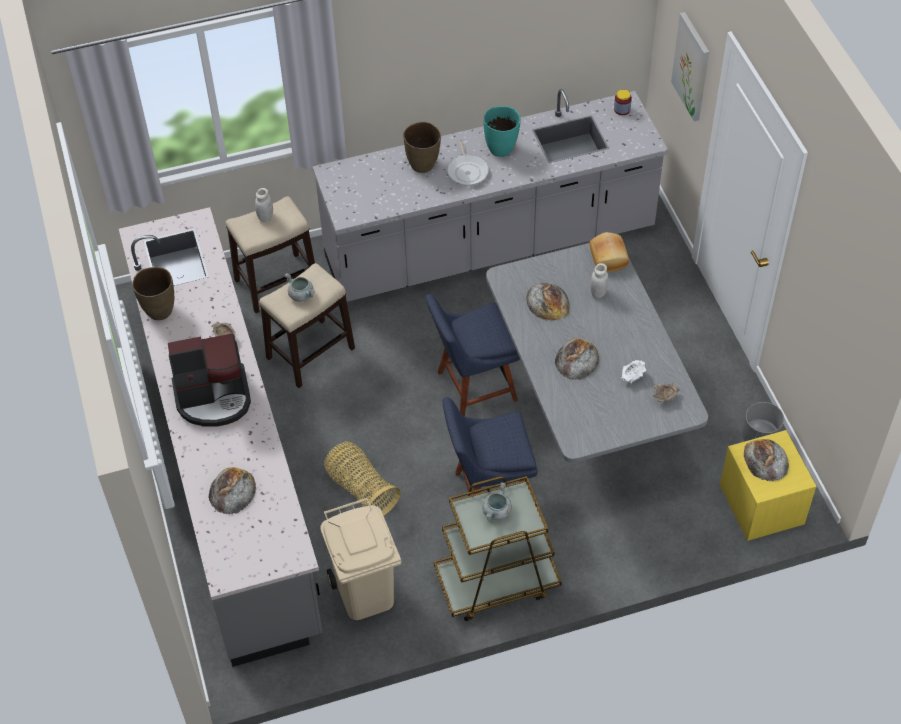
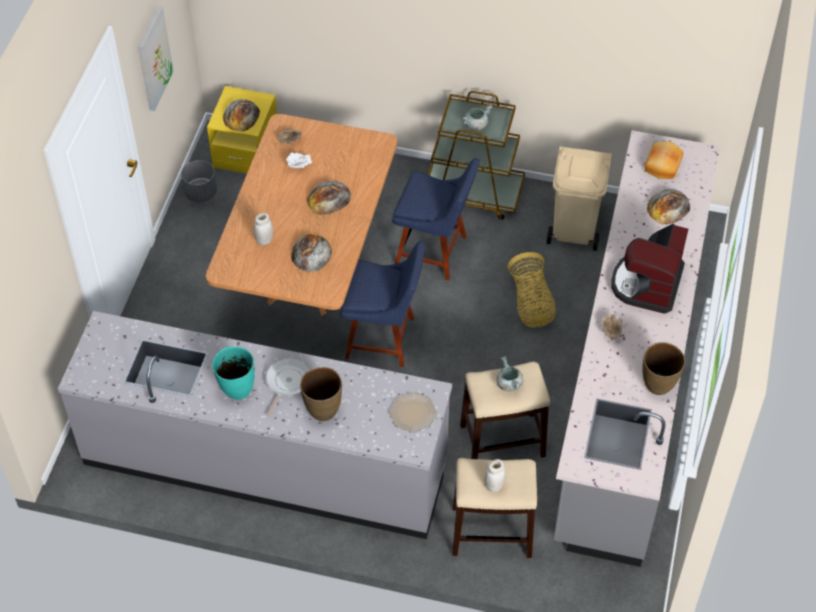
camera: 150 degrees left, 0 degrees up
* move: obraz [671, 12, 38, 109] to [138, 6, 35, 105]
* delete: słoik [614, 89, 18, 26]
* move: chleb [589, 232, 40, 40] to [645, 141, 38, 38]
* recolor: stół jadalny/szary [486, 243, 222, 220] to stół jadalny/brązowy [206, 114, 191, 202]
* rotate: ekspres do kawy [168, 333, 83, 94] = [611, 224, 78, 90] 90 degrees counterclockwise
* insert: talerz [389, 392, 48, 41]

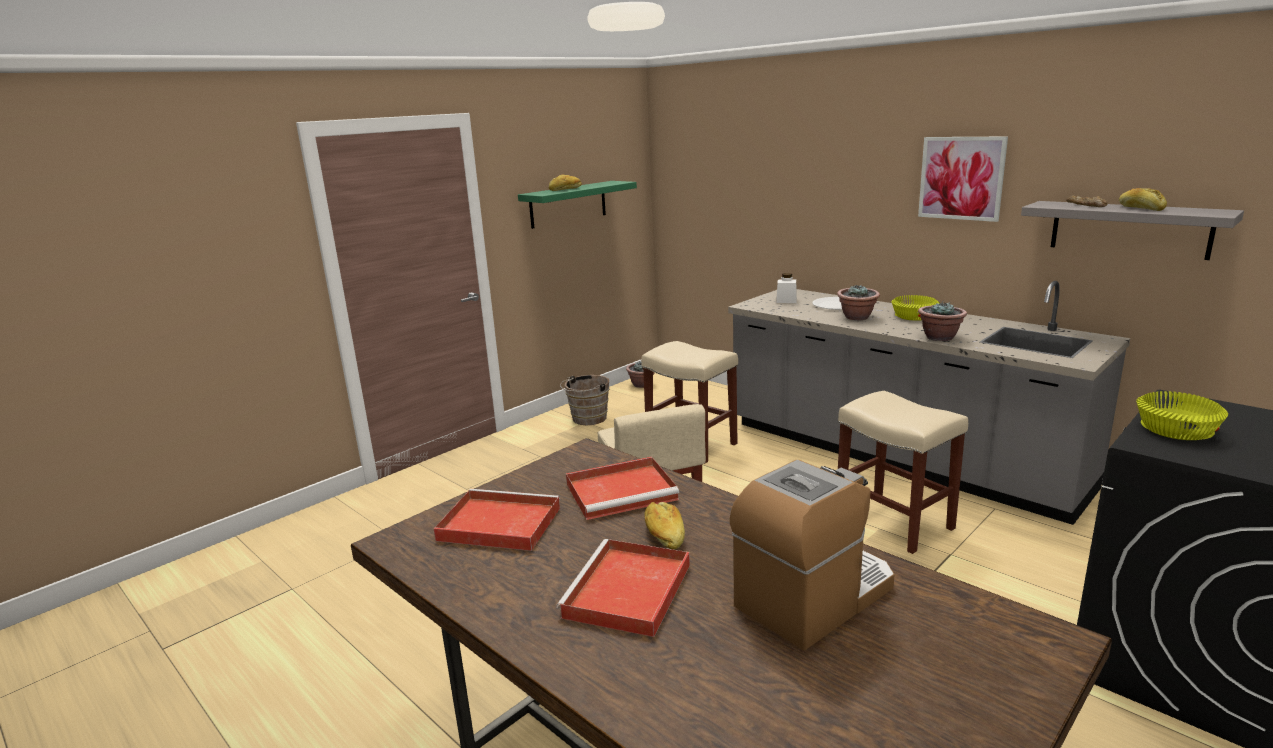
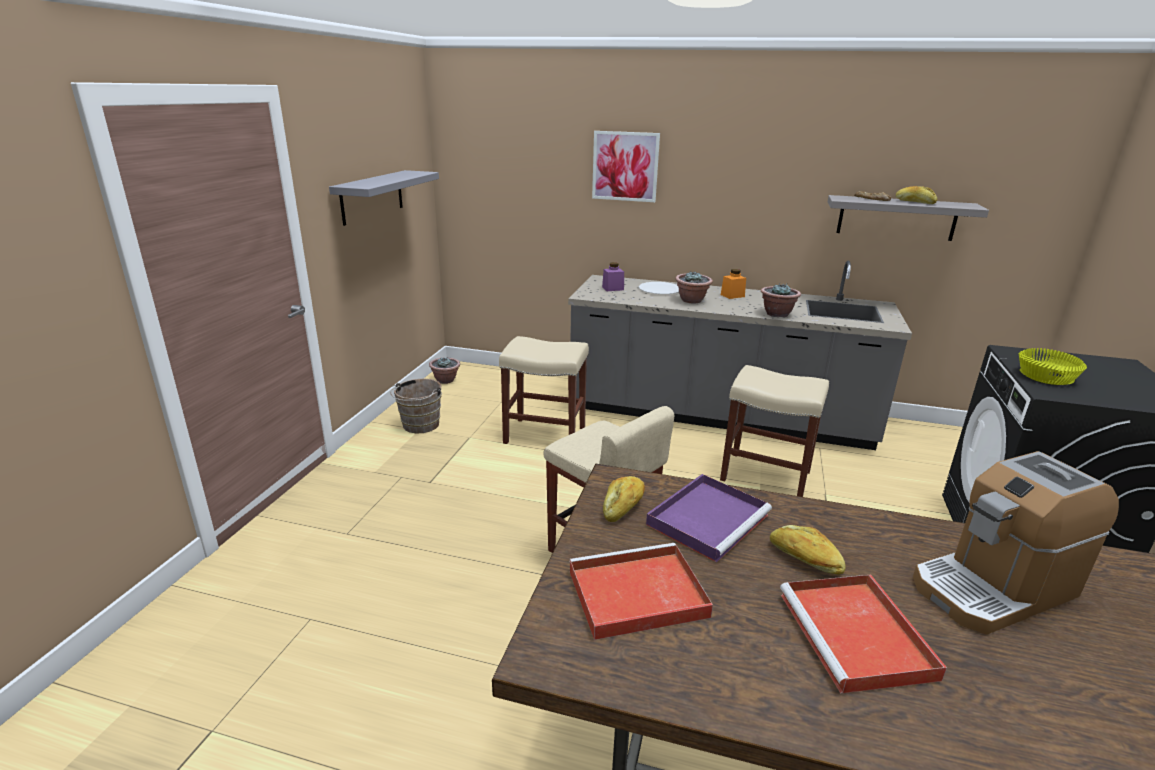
camera: 30 degrees left, 5 degrees up
* move: obraz [918, 136, 90, 86] to [592, 131, 68, 71]
* move: chleb [549, 174, 33, 17] to [603, 476, 42, 46]
* recolor: półka/zielony [518, 181, 119, 48] to półka/szary [329, 170, 110, 56]
* recolor: słoik/biały [776, 273, 21, 30] to słoik/fioletowy [602, 262, 22, 29]
* replace: miska/żółty [892, 295, 47, 26] to słoik/pomarańczowy [721, 269, 25, 30]
* recolor: taca/czerwony [566, 457, 113, 63] to taca/fioletowy [646, 474, 126, 89]
* rotate: ekspres do kawy [730, 460, 164, 190] = [913, 451, 206, 184] 135 degrees counterclockwise

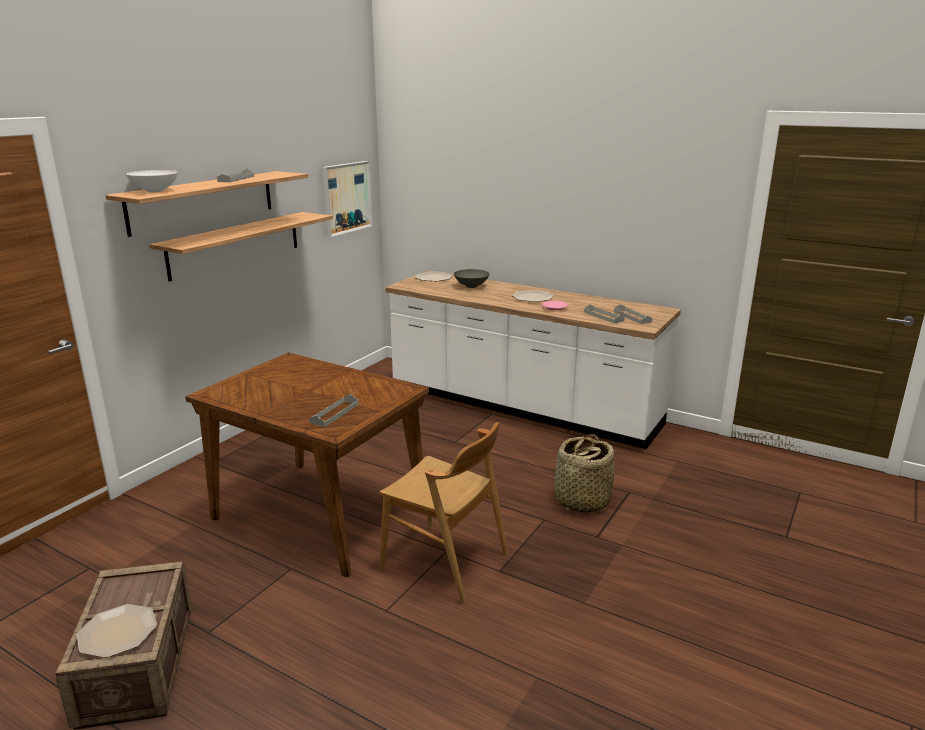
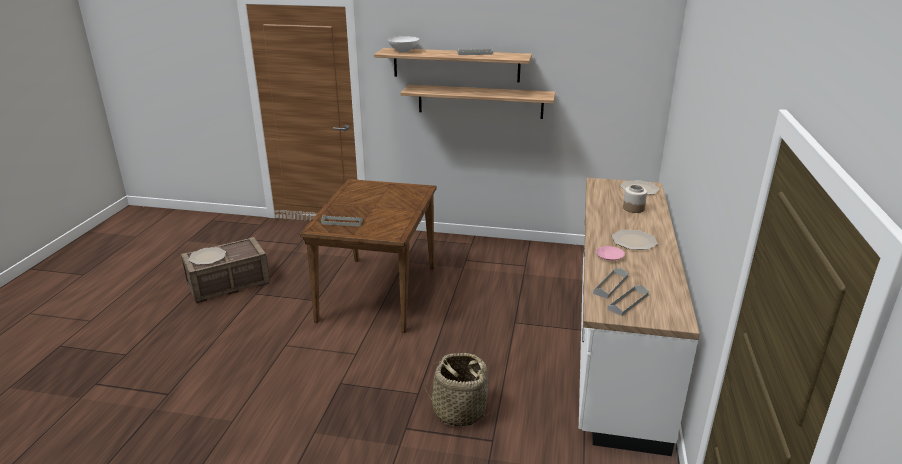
camera: 70 degrees right, 5 degrees up
* delete: obraz [322, 161, 51, 76]
* replace: miska/szary [454, 269, 35, 19] to słoik [623, 185, 24, 28]
* delete: krzesło/brązowy [379, 422, 129, 181]

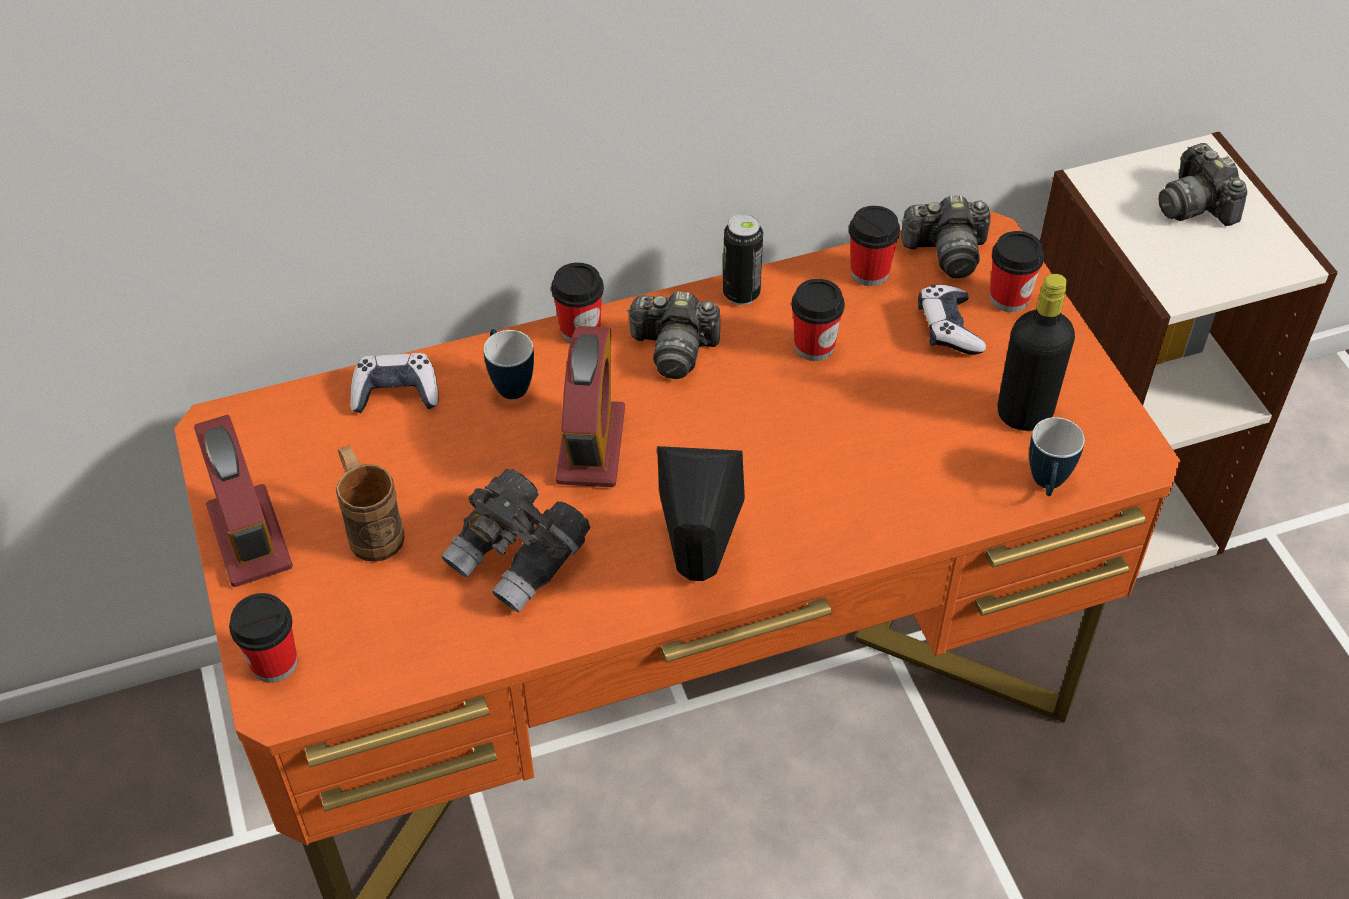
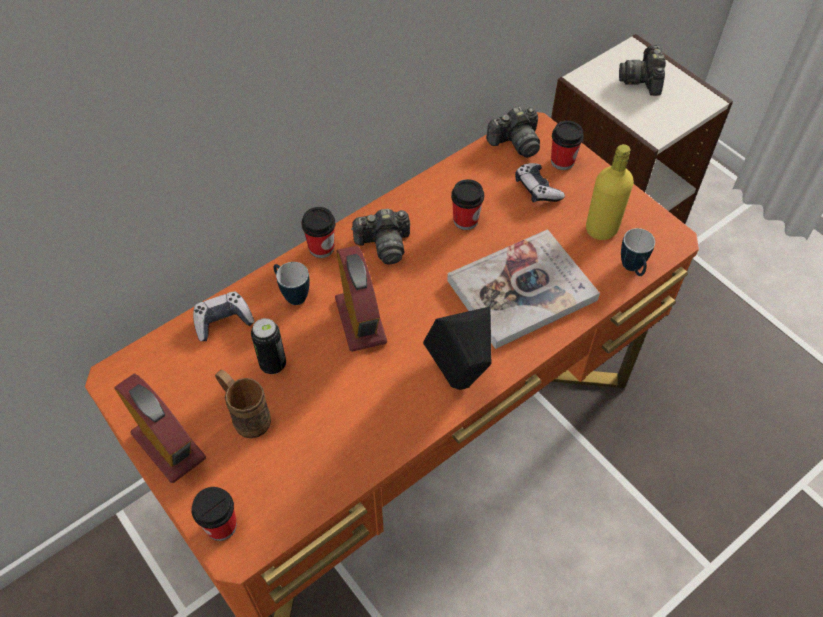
camera: 20 degrees left, 5 degrees up
* rotate: aparat fotograficzny [1158, 143, 89, 83] = [619, 45, 47, 51] 45 degrees clockwise
* delete: filiżanka [849, 206, 51, 80]
* move: puszka [723, 214, 40, 91] to [251, 318, 35, 56]
* recolor: butelka/czarny [998, 274, 77, 157] to butelka/żółty [586, 144, 48, 96]
* delete: lornetka/szary [441, 469, 149, 143]
* insert: książka [447, 229, 153, 120]

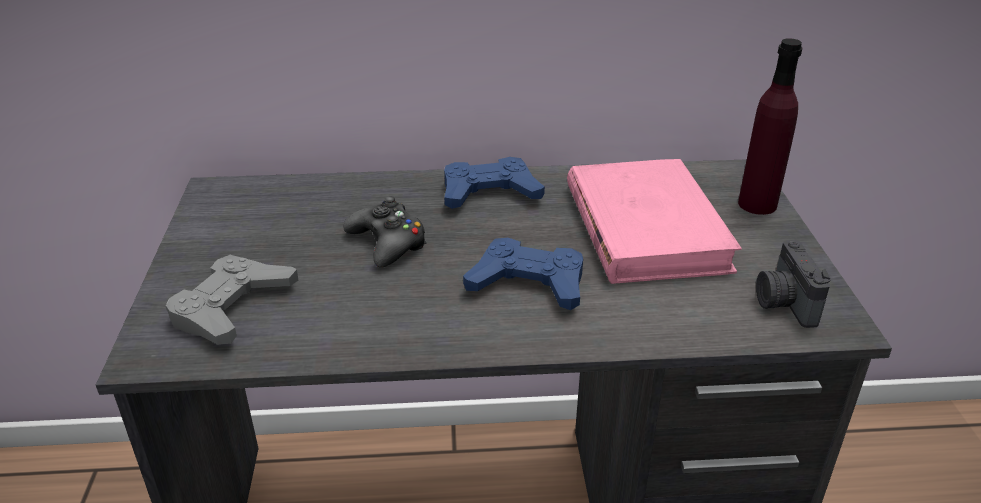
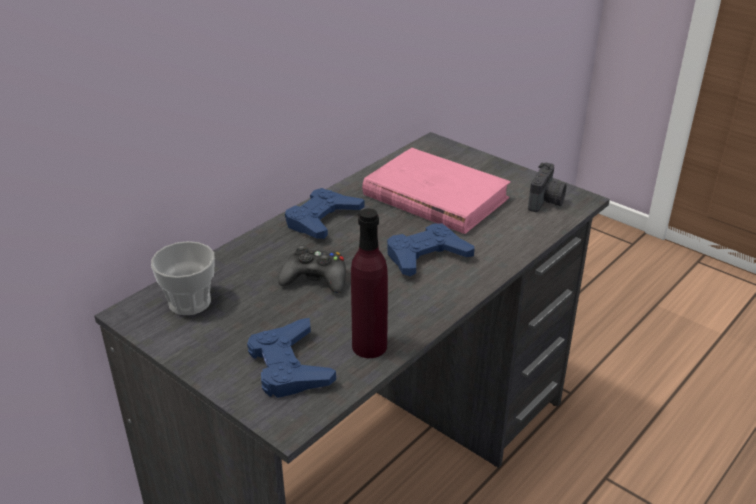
camera: 45 degrees left, 0 degrees up
* move: butelka/fioletowy [738, 38, 64, 177] to [351, 208, 37, 150]
* rotate: aparat fotograficzny [756, 240, 74, 88] = [528, 163, 39, 49] 105 degrees counterclockwise
* recolor: pad do gier/szary [166, 255, 133, 90] to pad do gier/niebieski [247, 318, 89, 80]
* insert: filiżanka [151, 241, 64, 74]

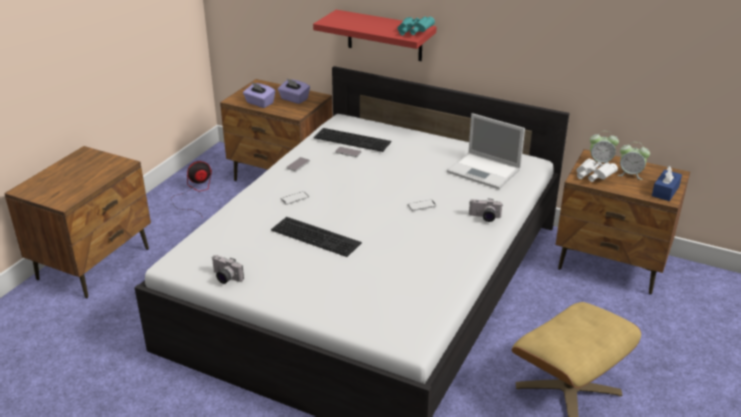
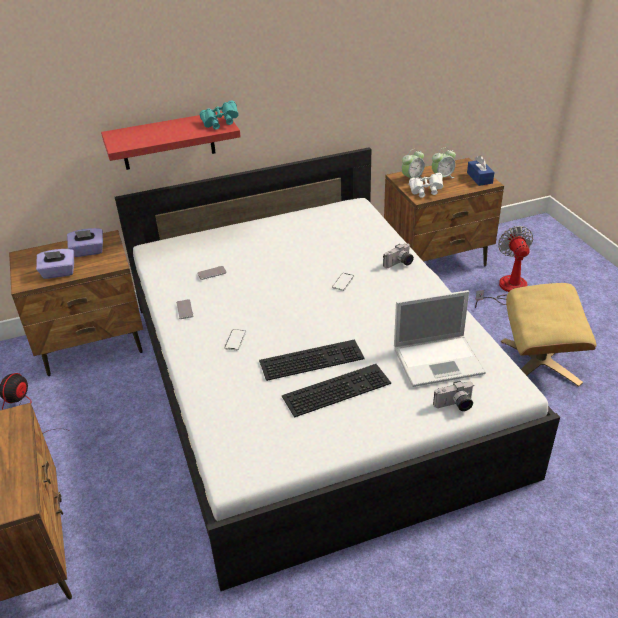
camera: 45 degrees left, 5 degrees up
* move: laptop [447, 113, 78, 76] to [394, 290, 92, 97]
* move: klawiatura [314, 128, 77, 24] to [282, 364, 109, 54]
* move: aparat fotograficzny [212, 255, 32, 29] to [433, 381, 40, 30]
* insert: wentylator [475, 226, 58, 82]

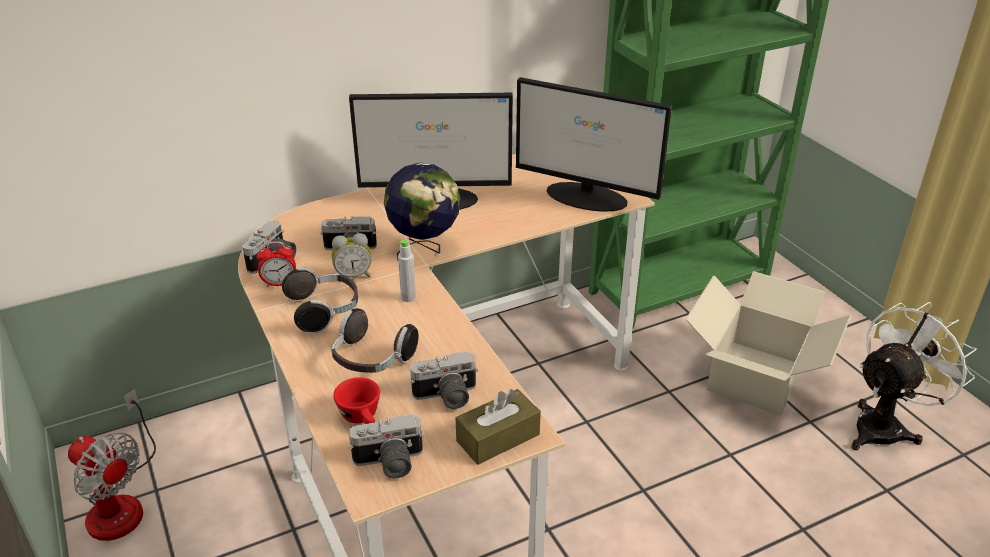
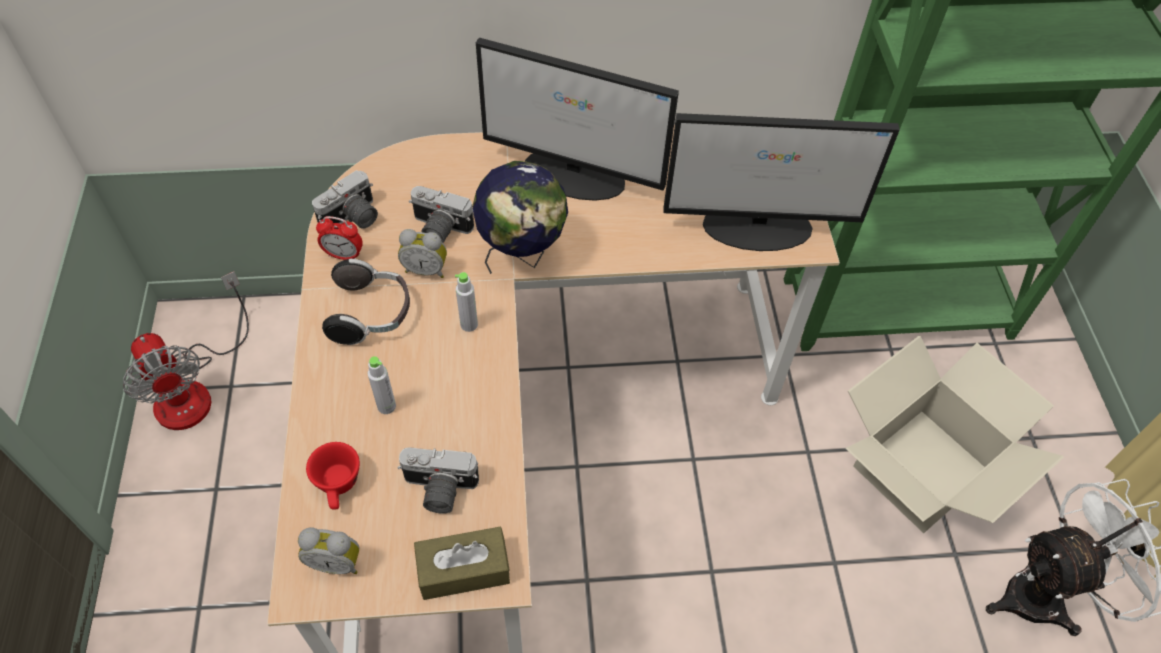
camera: 20 degrees right, 20 degrees up
* rotate: monitor [516, 77, 156, 135] = [664, 113, 236, 138] 45 degrees counterclockwise
* replace: słuchawki [331, 308, 88, 65] to butelka/szary [368, 356, 28, 58]
* replace: aparat fotograficzny [349, 414, 75, 65] to budzik [298, 527, 61, 47]

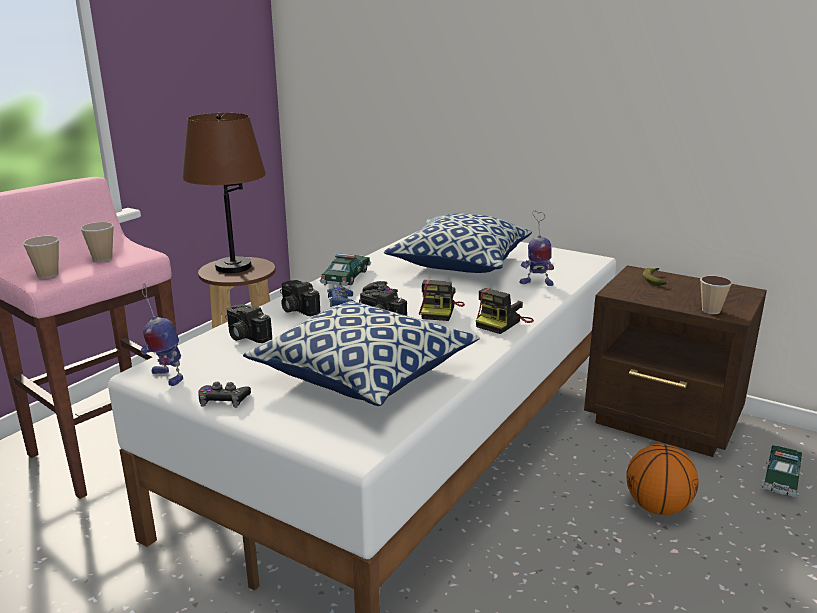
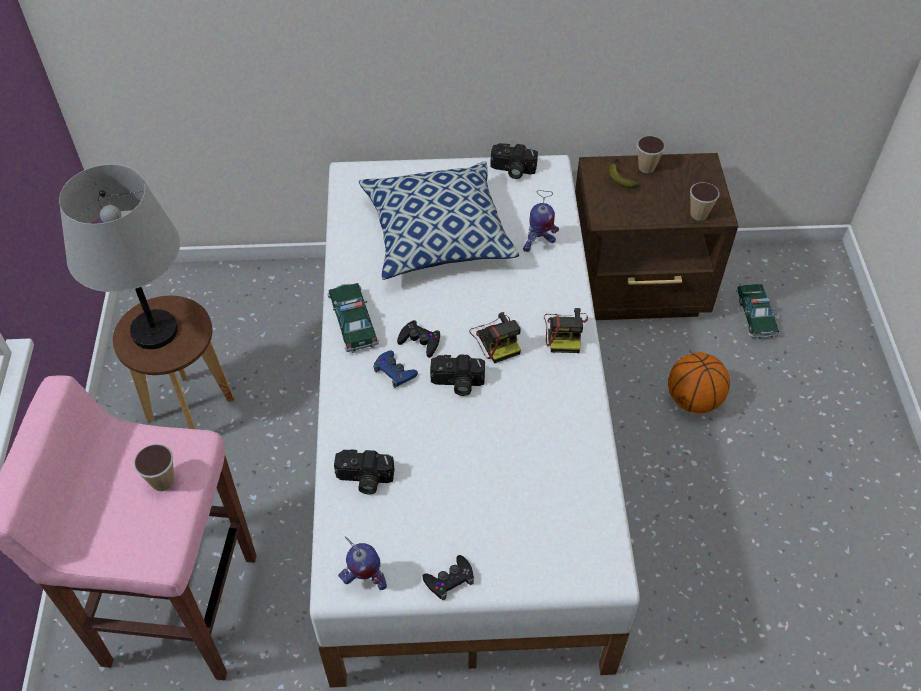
camera: 35 degrees left, 30 degrees up
* recolor: lampa stołowa/brązowy [182, 113, 84, 160] to lampa stołowa/szary [59, 164, 121, 185]
* move: filiżanka [23, 236, 36, 42] to [637, 136, 28, 37]
* move: aparat fotograficzny [280, 280, 40, 36] to [490, 143, 48, 36]
* delete: poduszka [243, 301, 237, 105]

